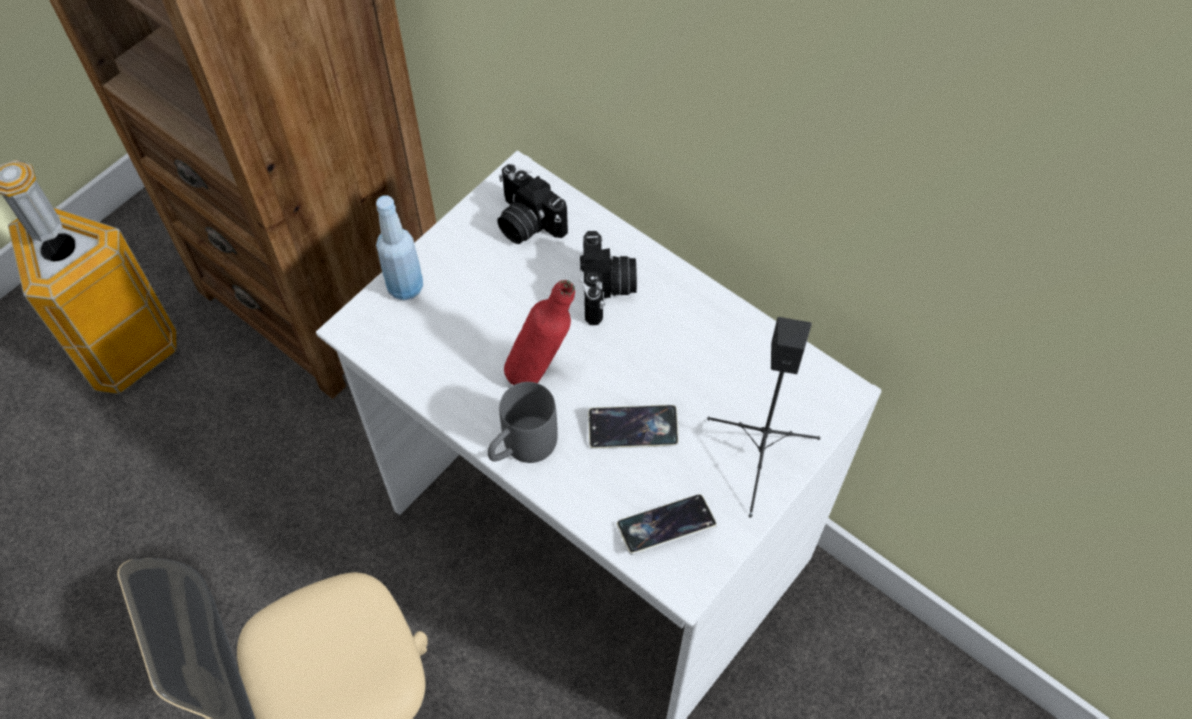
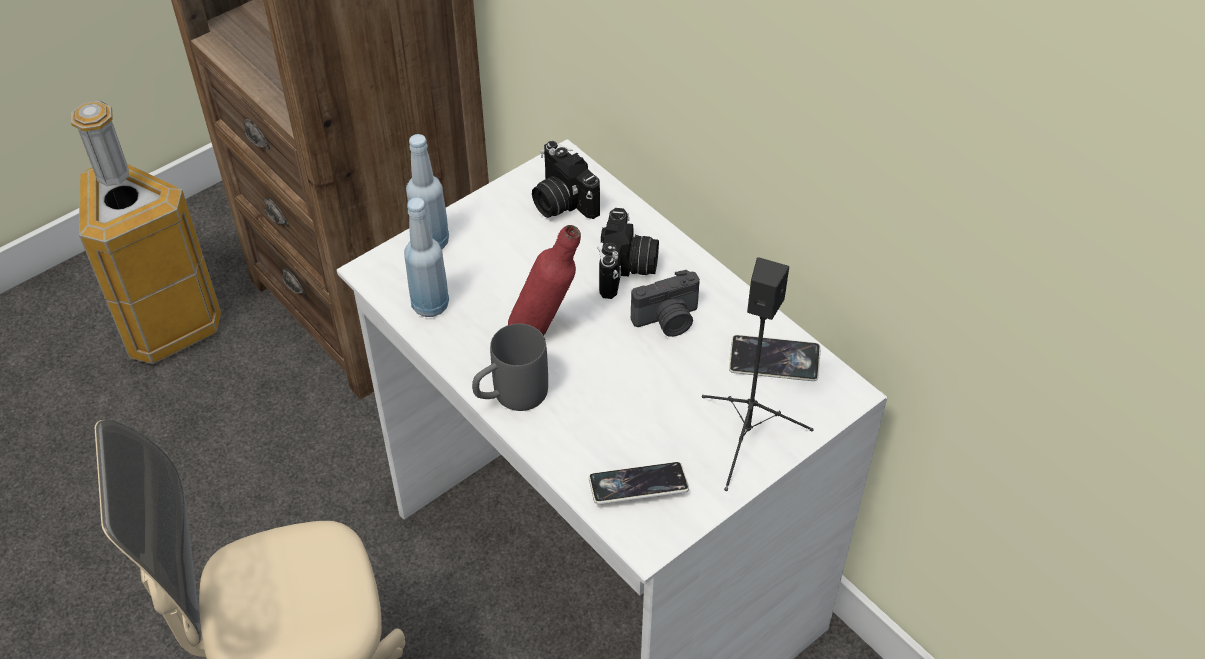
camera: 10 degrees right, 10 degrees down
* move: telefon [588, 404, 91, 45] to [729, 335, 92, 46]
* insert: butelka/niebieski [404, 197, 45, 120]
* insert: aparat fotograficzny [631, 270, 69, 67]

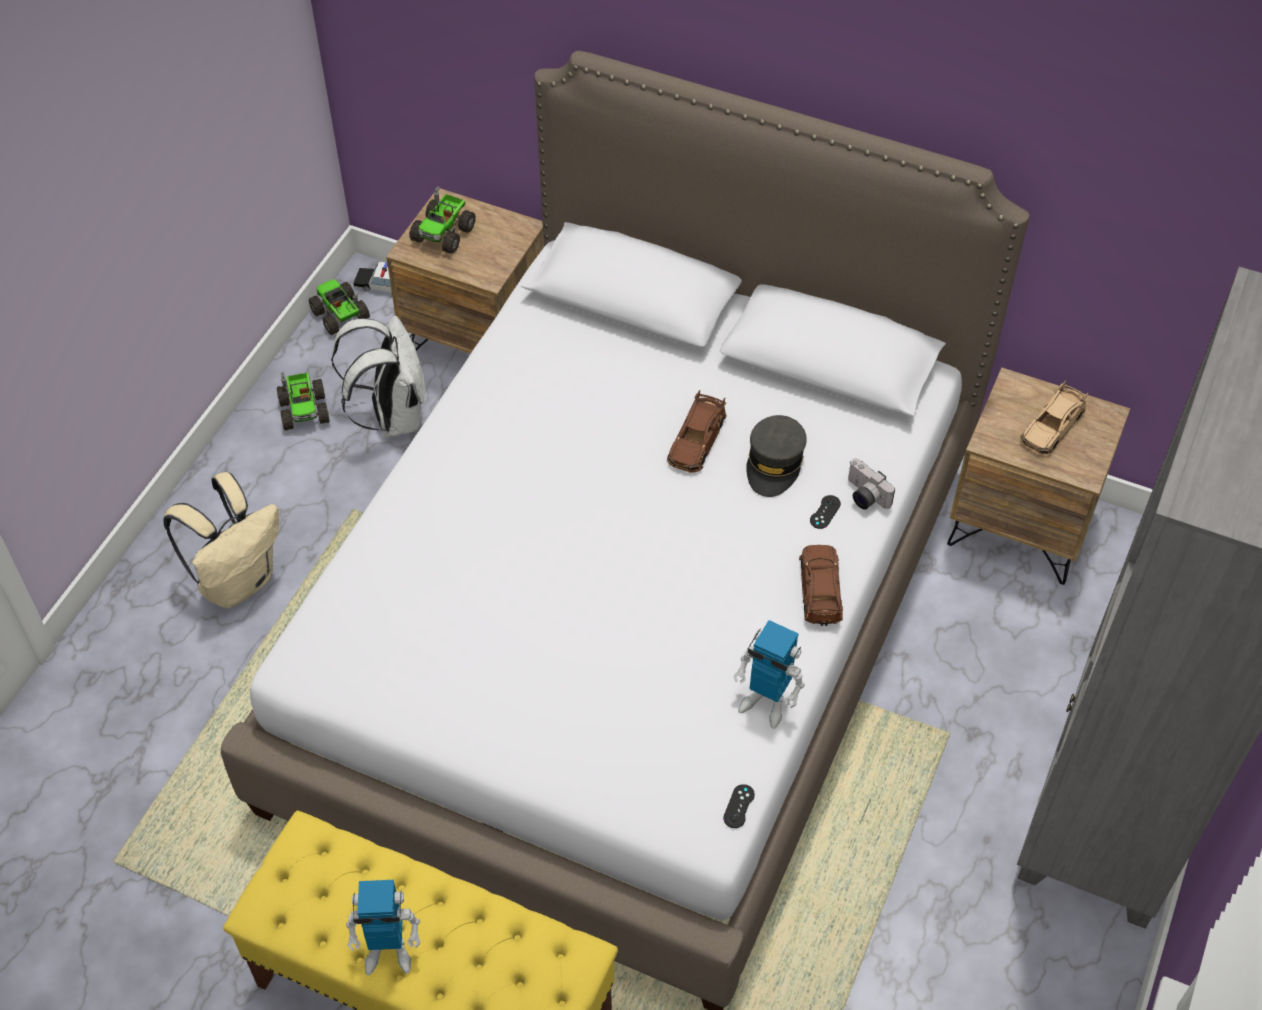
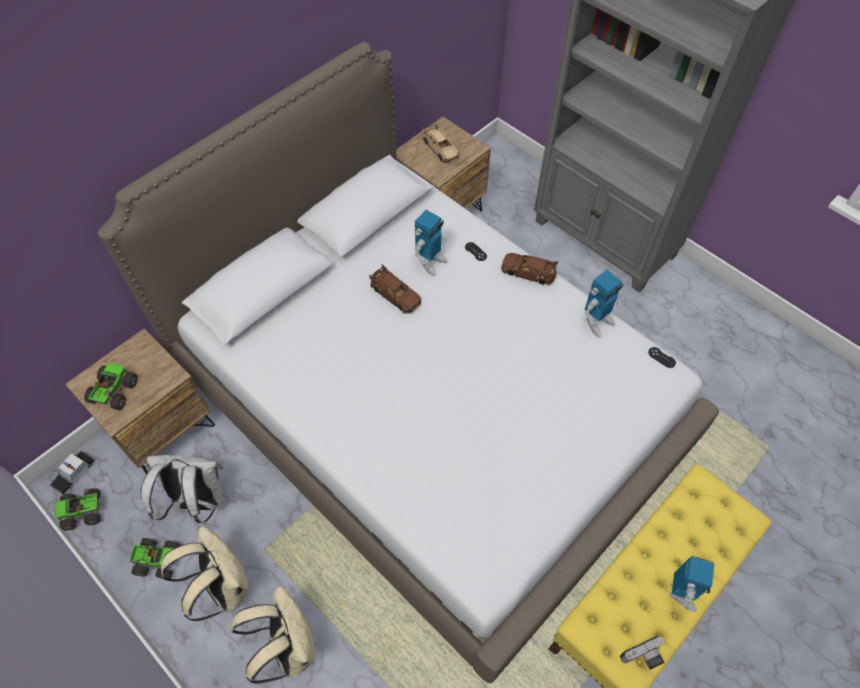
camera: 70 degrees left, 5 degrees up
* rotate: ciężarówka zabawkowa [409, 186, 67, 68] = [84, 363, 54, 47] 120 degrees counterclockwise
* replace: czapka z daszkiem/szary [746, 415, 61, 82] to robot zabawkowy [415, 210, 33, 66]
* move: aparat fotograficzny [848, 458, 47, 51] to [620, 636, 44, 34]
* insert: plecak/beżowy [161, 526, 87, 95]

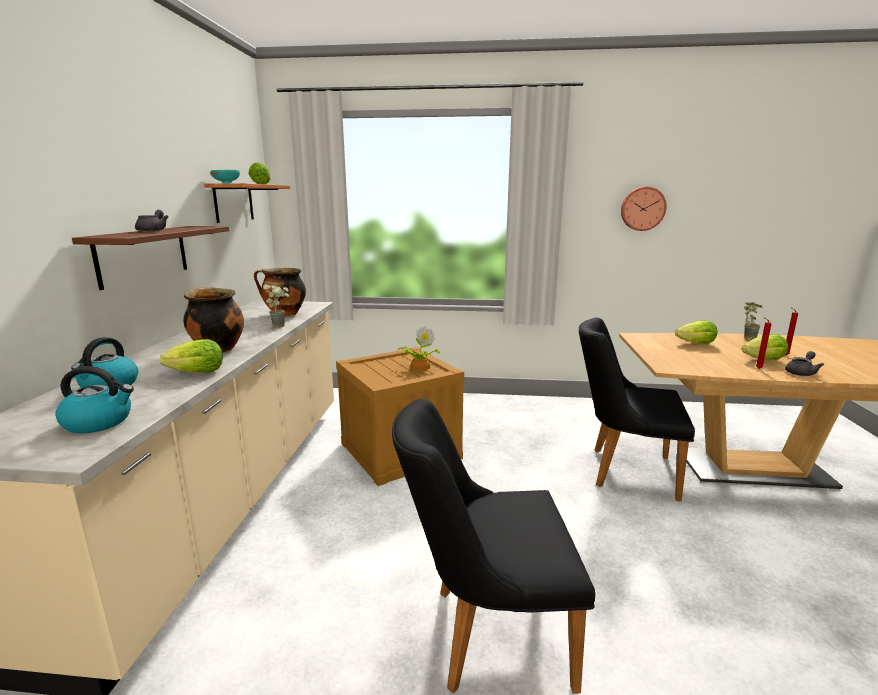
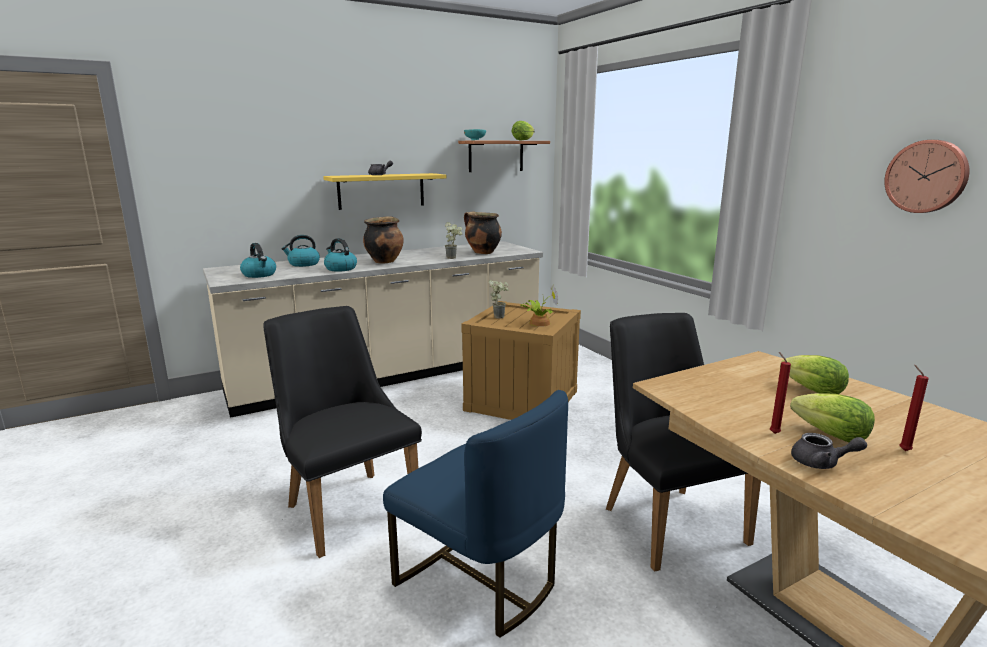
camera: 55 degrees right, 0 degrees up
* recolor: półka/brązowy [72, 226, 157, 64] to półka/żółty [323, 173, 123, 37]
* move: roślina doniczkowa [743, 302, 20, 38] to [489, 280, 20, 39]
* replace: sałata [160, 339, 63, 34] to czajnik [324, 238, 33, 34]
* insert: krzesło/niebieski [383, 390, 185, 248]

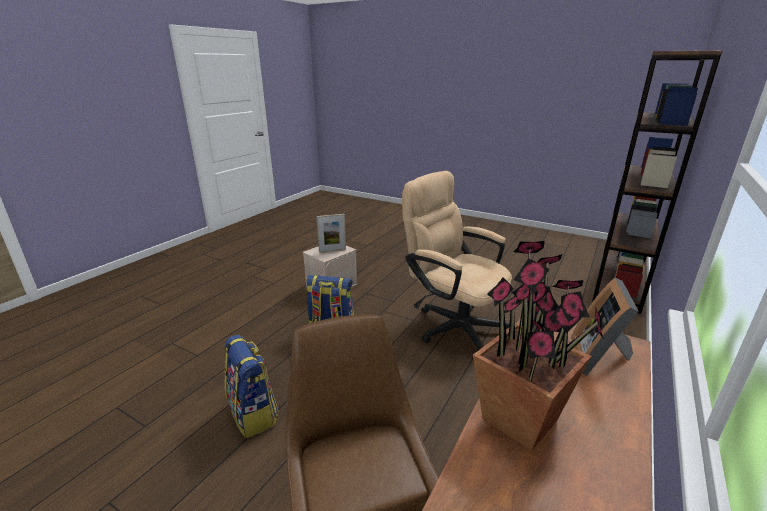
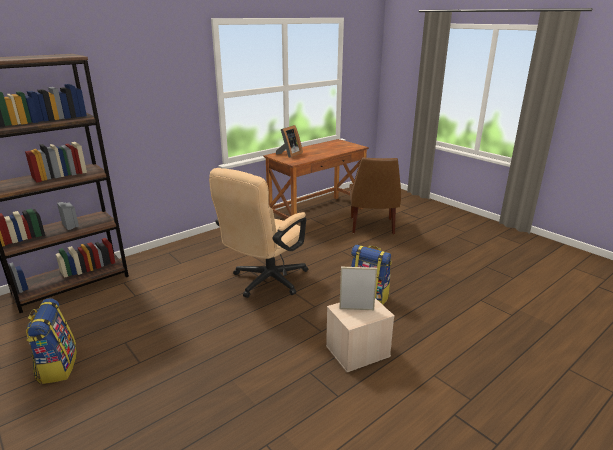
camera: 160 degrees left, 0 degrees up
* rotate: krzesło biurowe/beżowy [402, 171, 110, 179] = [209, 168, 99, 130] 60 degrees clockwise
* delete: roślina doniczkowa [473, 241, 131, 210]
* move: plecak [224, 335, 55, 103] to [26, 298, 51, 86]

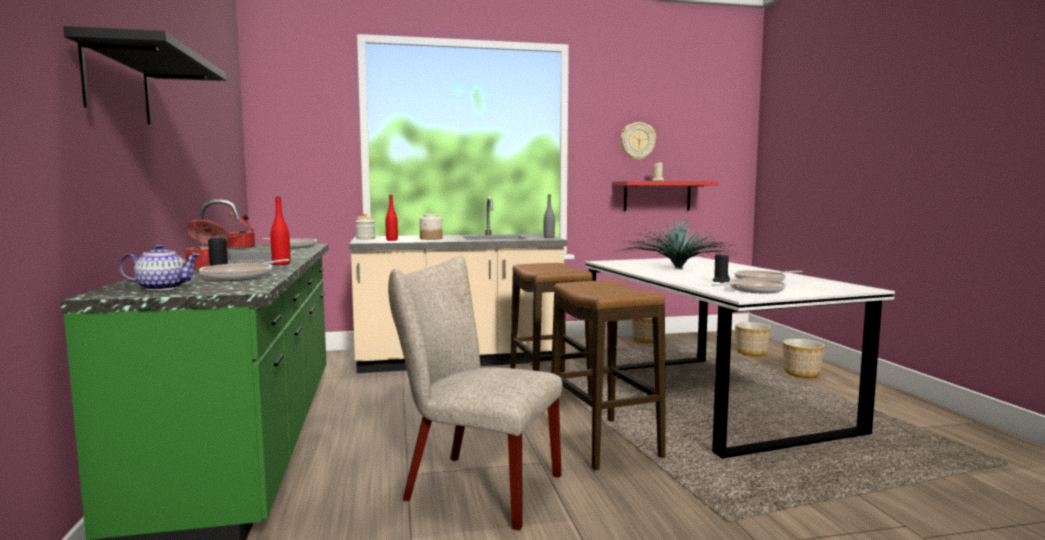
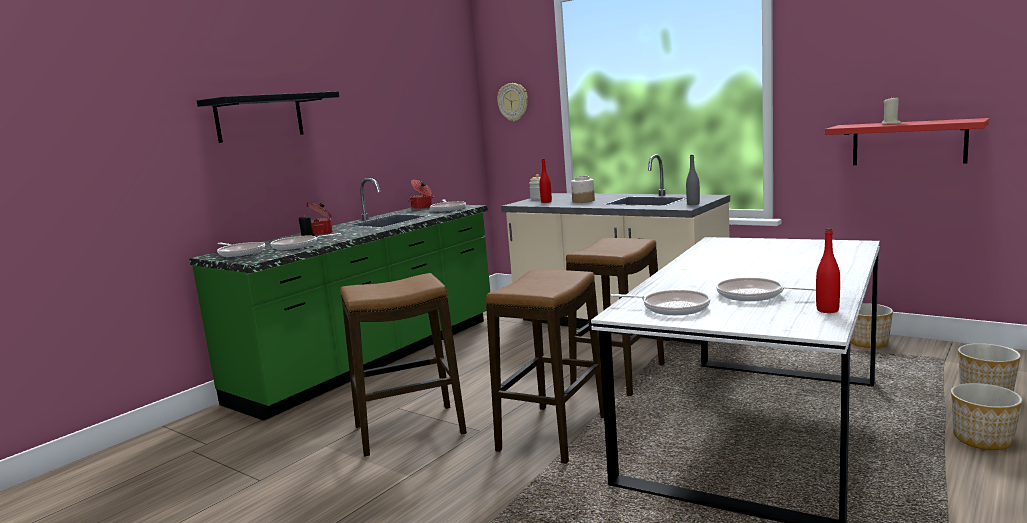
camera: 50 degrees right, 5 degrees up
* move: zegar ścienny [621, 122, 35, 38] to [497, 83, 31, 39]
* move: butelka/czerwony [271, 197, 19, 68] to [816, 228, 24, 85]
* delete: roślina doniczkowa [614, 219, 125, 50]
* replace: imbryk [119, 244, 81, 47] to patelnia [217, 242, 48, 15]
* delete: świeca/czarny [712, 253, 18, 30]
* replace: krzesło/beżowy [388, 256, 174, 275] to stołek [341, 273, 126, 184]

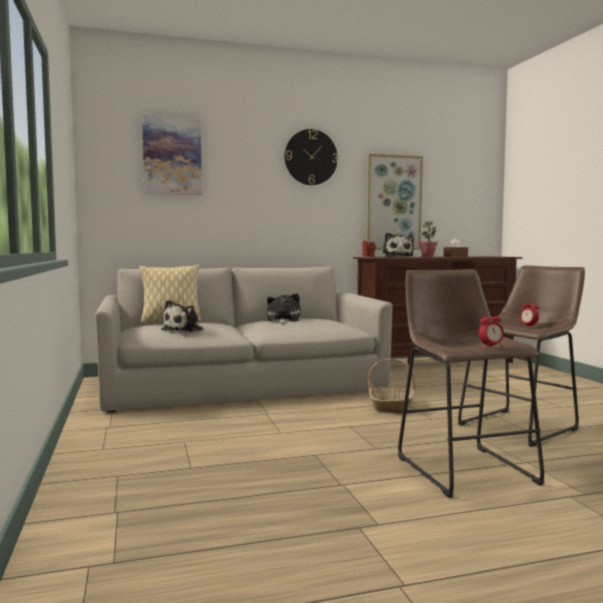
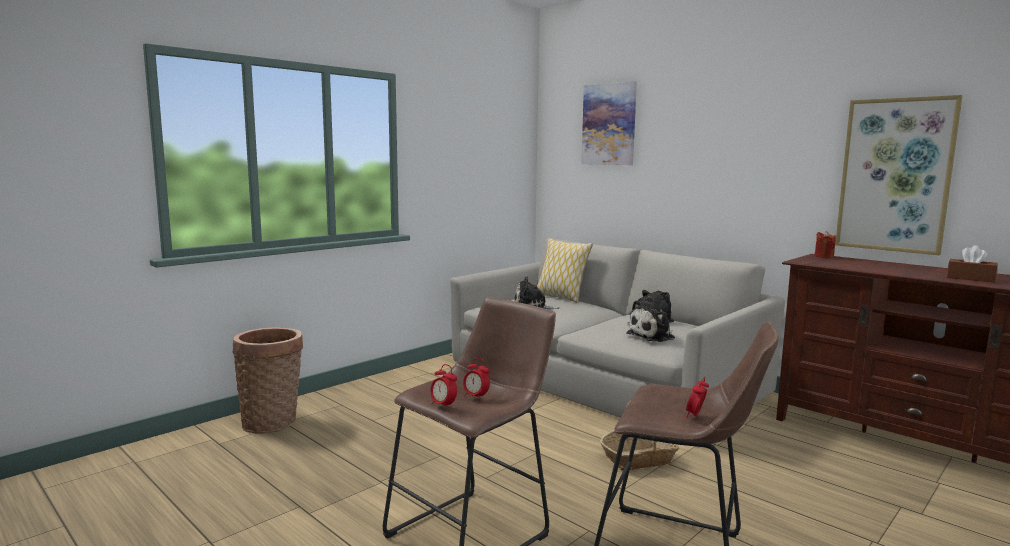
camera: 60 degrees right, 5 degrees up
* delete: zegar ścienny [285, 129, 53, 56]
* delete: roślina doniczkowa [419, 221, 19, 36]
* move: pluszak [382, 233, 32, 24] to [626, 300, 49, 42]
* insert: koszyk [233, 327, 70, 107]
* insert: budzik [463, 358, 27, 43]

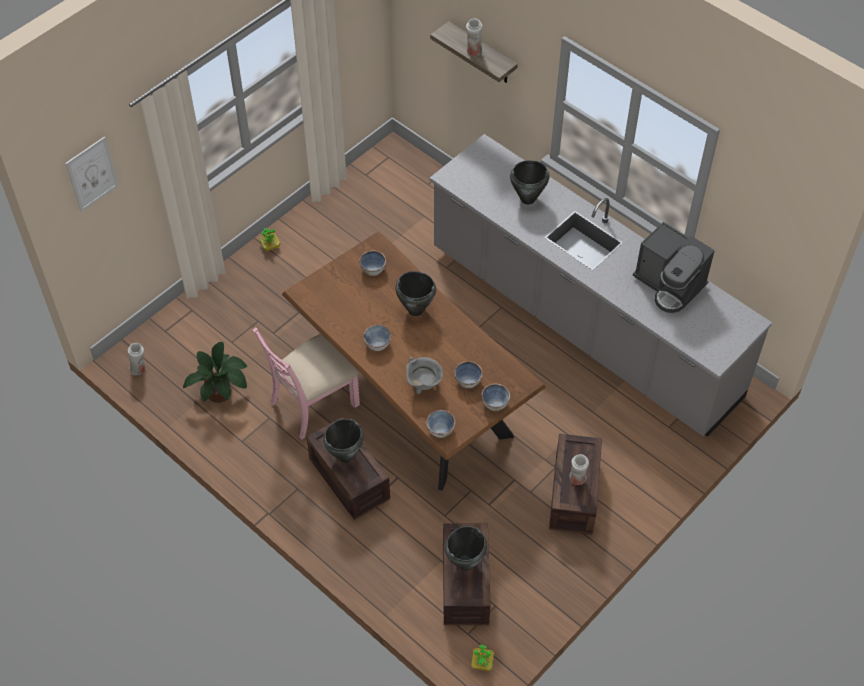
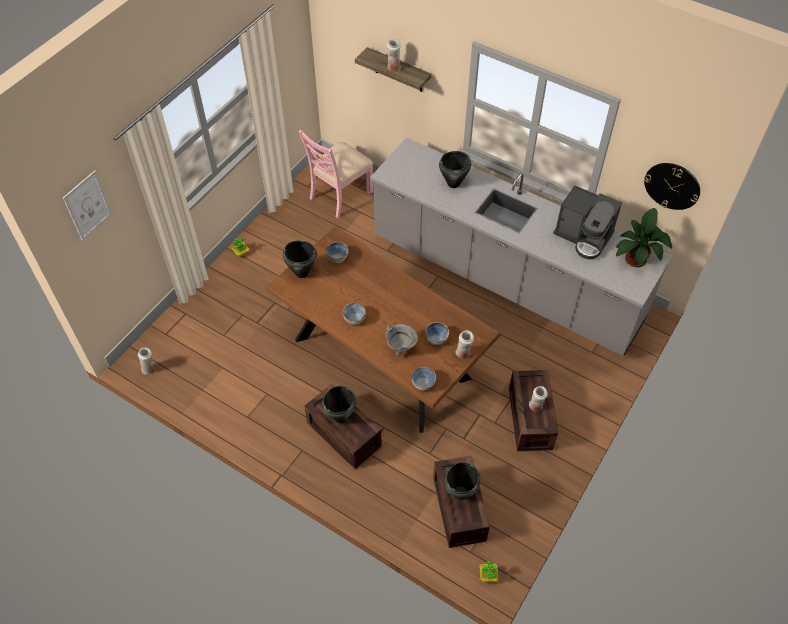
camera: 10 degrees left, 0 degrees up
* move: garnek/czarny [395, 271, 41, 45] to [283, 240, 34, 38]
* move: krzesło/różowy [253, 327, 107, 112] to [298, 129, 75, 89]
* move: roślina doniczkowa [183, 342, 64, 61] to [616, 208, 56, 59]
* replace: miska [482, 384, 28, 27] to wazon/biały [455, 330, 19, 29]
* insert: zegar ścienny [644, 163, 56, 47]

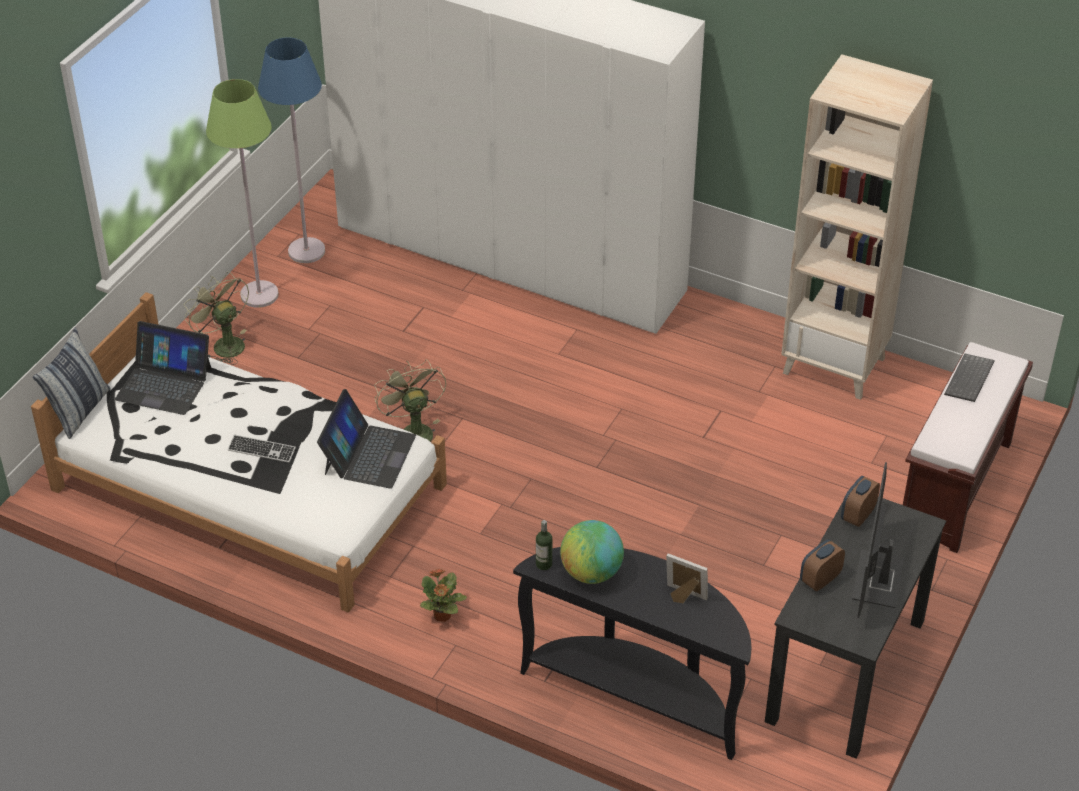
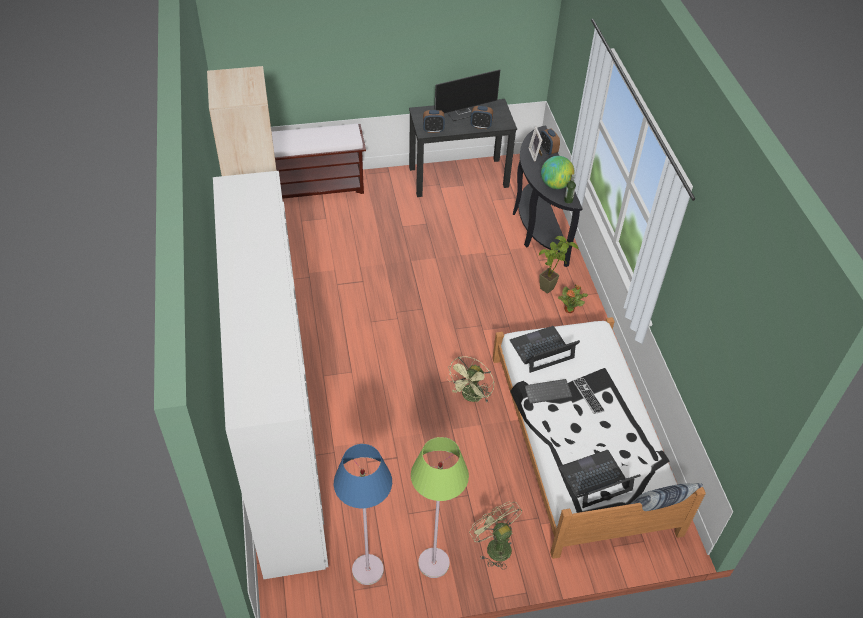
camera: 130 degrees left, 5 degrees up
* rotate: wentylator/zielony [183, 271, 66, 94] = [469, 502, 53, 67] 135 degrees clockwise
* rotate: laptop [115, 321, 97, 94] = [559, 450, 82, 58] 90 degrees counterclockwise
* move: klawiatura [944, 354, 51, 48] to [524, 379, 48, 25]
* insert: budzik [540, 128, 20, 27]
* insert: roślina doniczkowa [539, 236, 40, 58]

